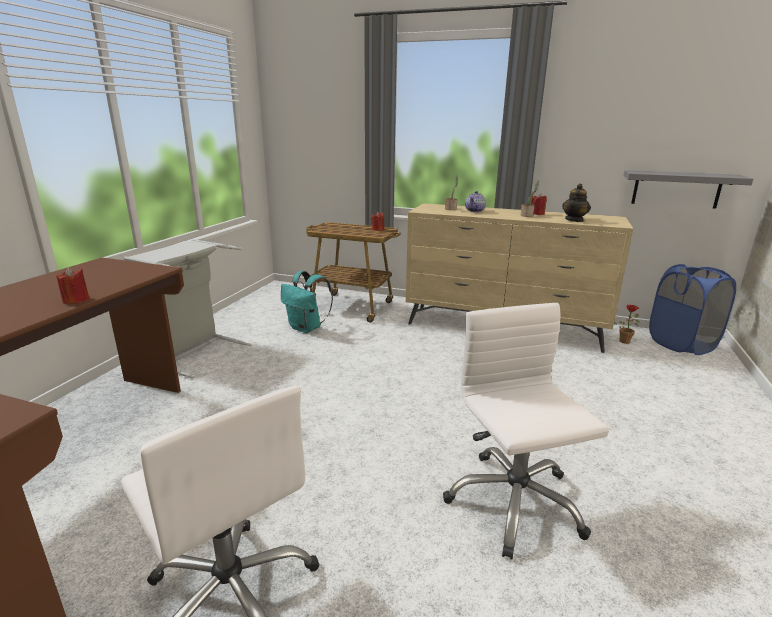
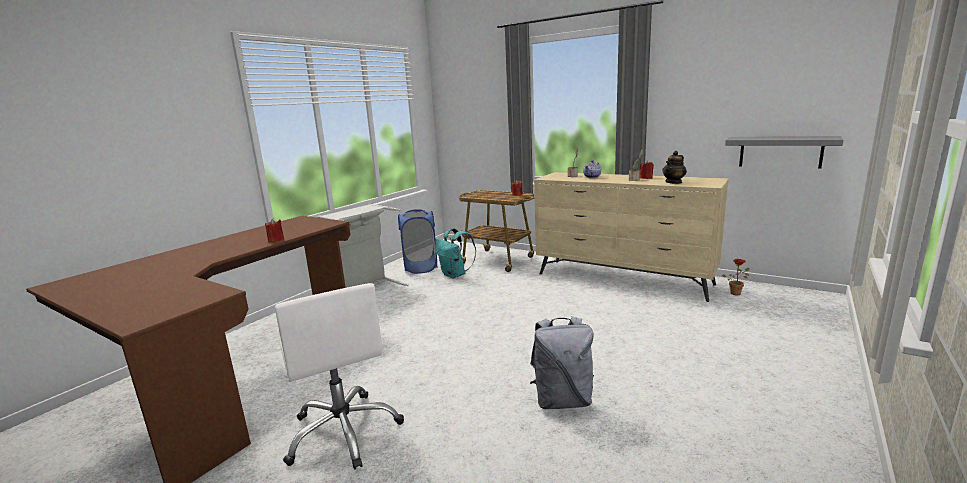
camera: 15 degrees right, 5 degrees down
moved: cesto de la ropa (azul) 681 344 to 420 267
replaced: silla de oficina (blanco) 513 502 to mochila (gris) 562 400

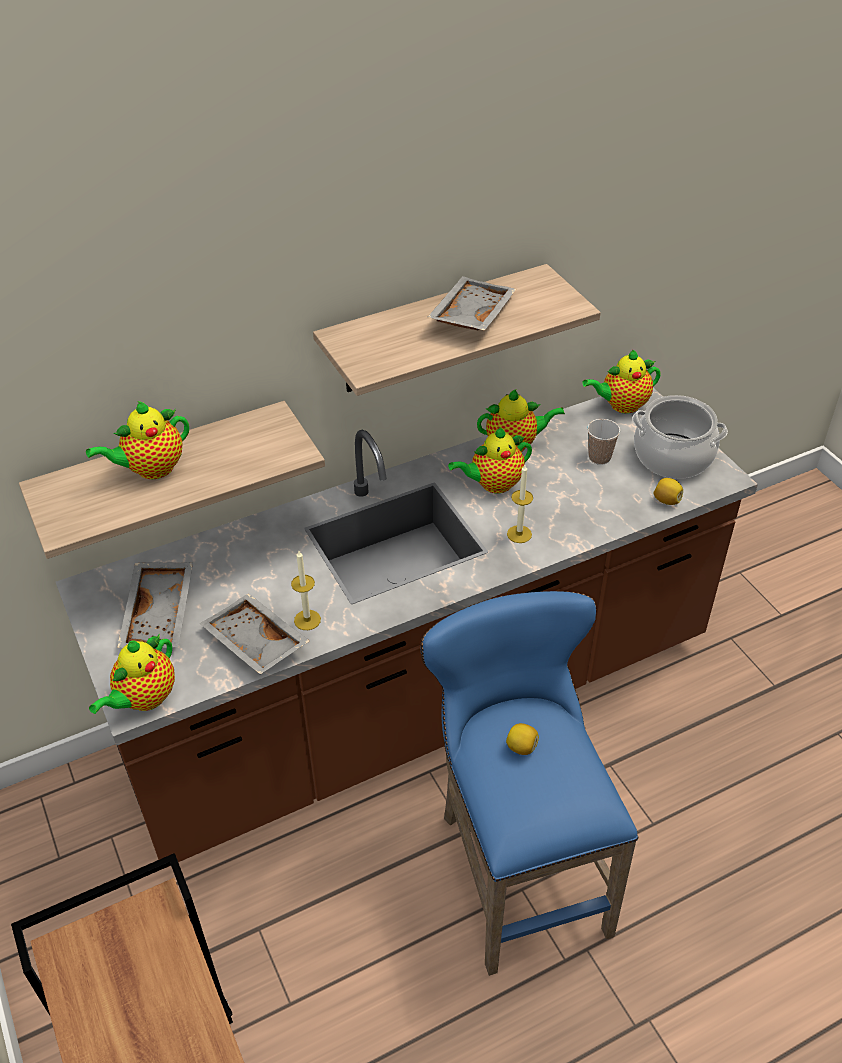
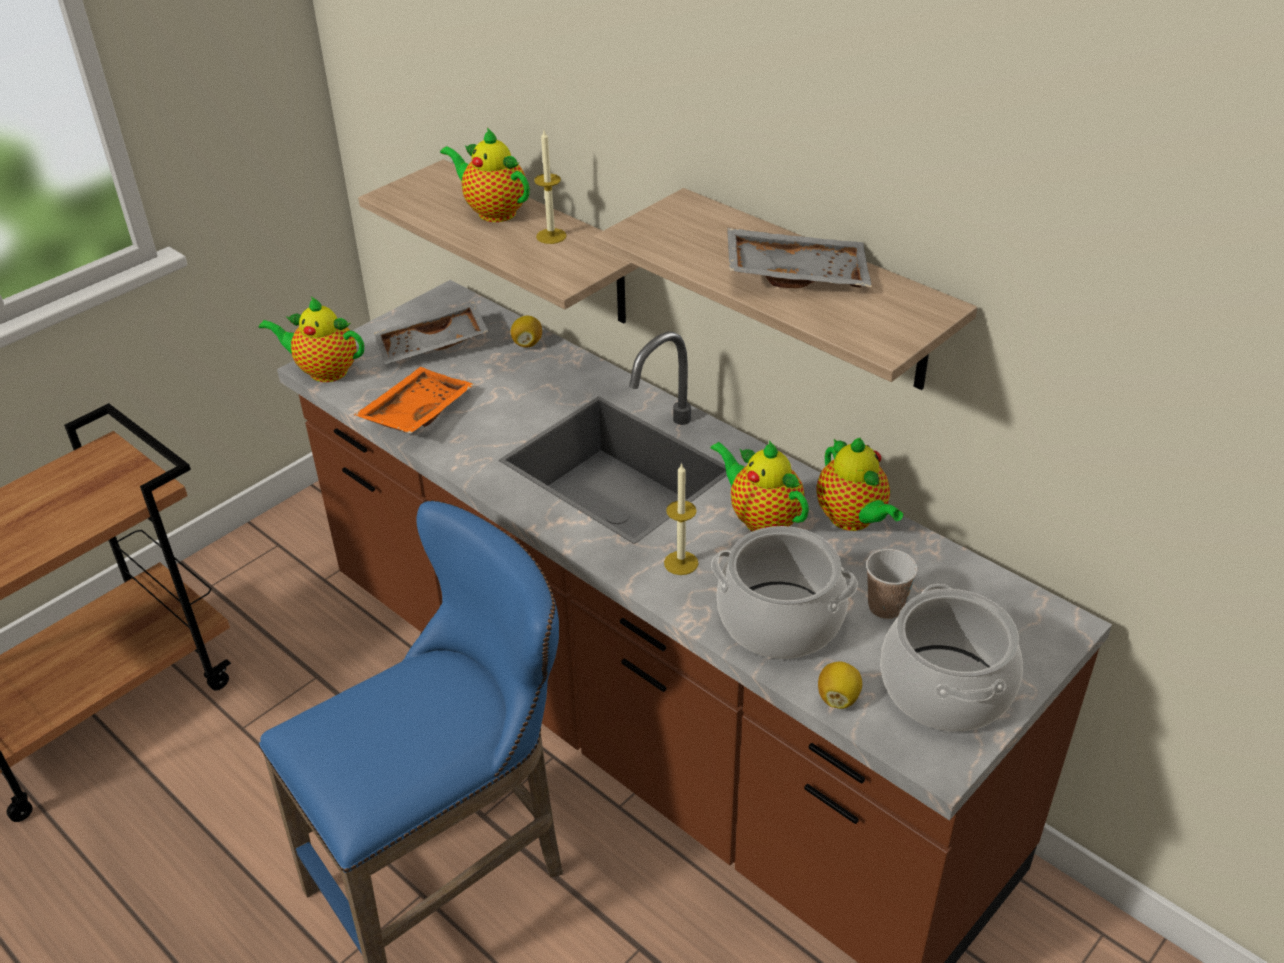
camera: 70 degrees right, 5 degrees down
removed: tetera 621 405
added: olla 779 621
moved: vela 307 620 to 551 236; limón 521 747 to 527 343
recoloured: bandeja (gris) 253 643 to bandeja (naranja) 415 412

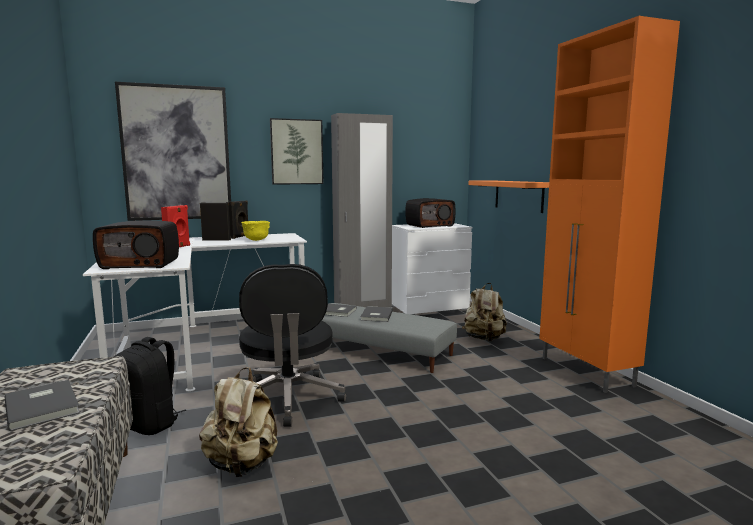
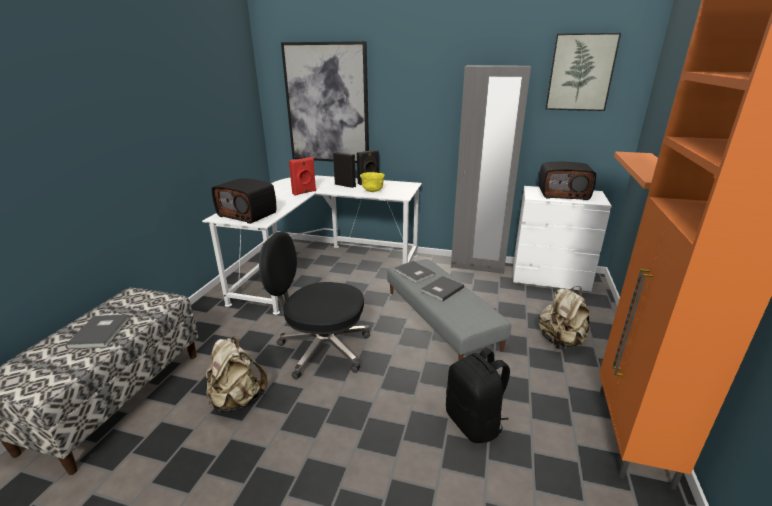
camera: 35 degrees right, 15 degrees up
moved: cuadro 296 152 to 580 72; mochila (negro) 148 424 to 474 423
turned: silla de oficina (negro) 288 399 = 322 349 75 degrees clockwise

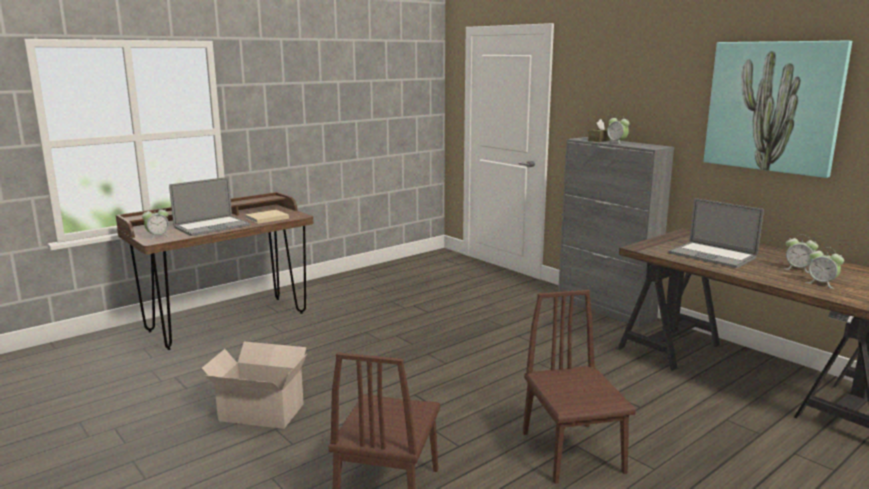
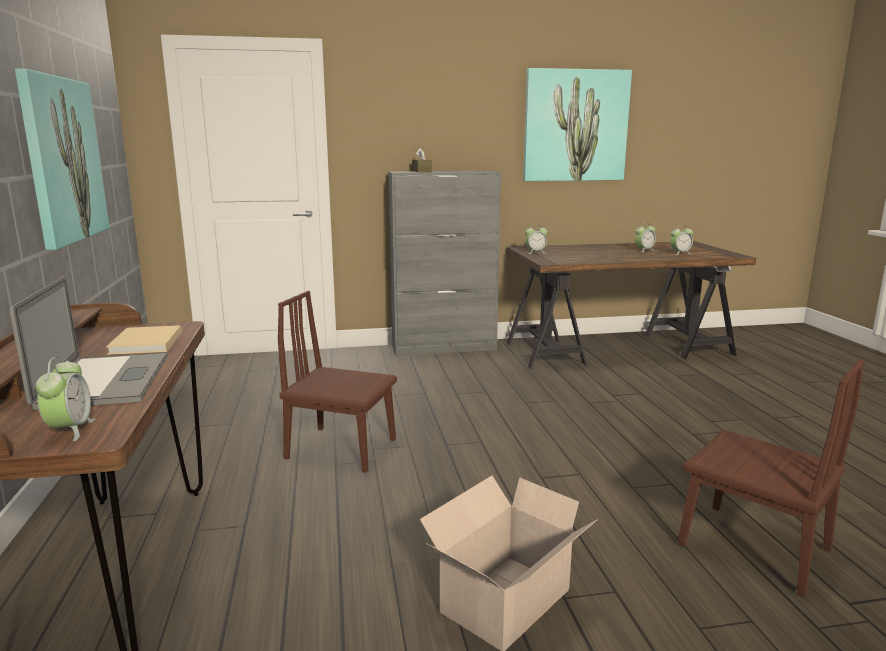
camera: 60 degrees left, 0 degrees up
removed: portátil 712 255
added: cuadro 62 160
moved: despertador 617 143 to 535 252; silla (marrón) 572 452 to 341 449

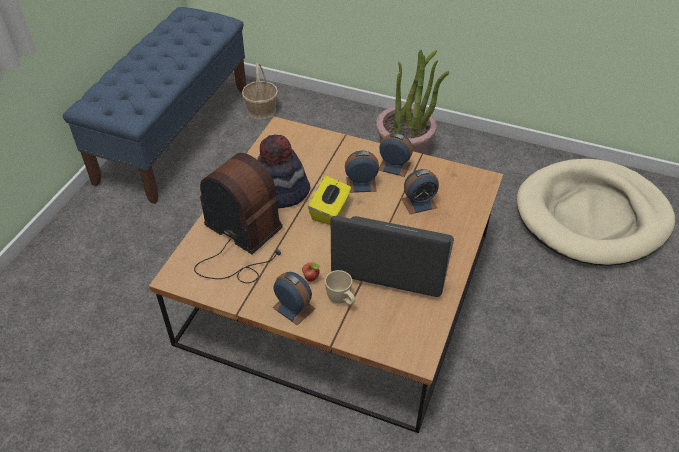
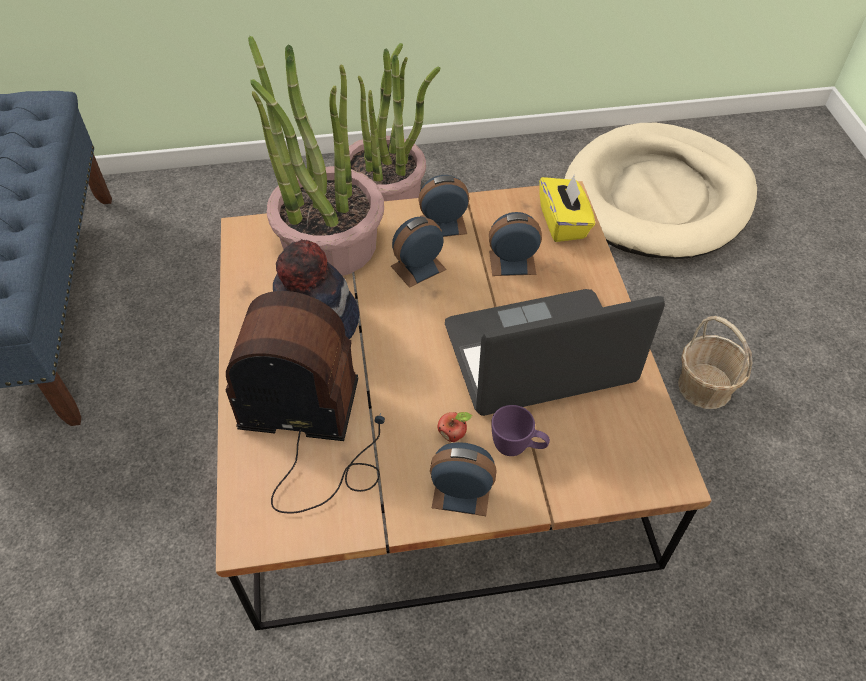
camera: 30 degrees left, 5 degrees up
added: planta en maceta 329 243
moved: cesta 261 110 to 705 387; caja de pañuelos (amarillo) 330 211 to 563 223
recoloured: taza grande (beis) 341 301 to taza grande (morado) 517 448
turned: despertador 419 203 = 512 262 135 degrees counterclockwise

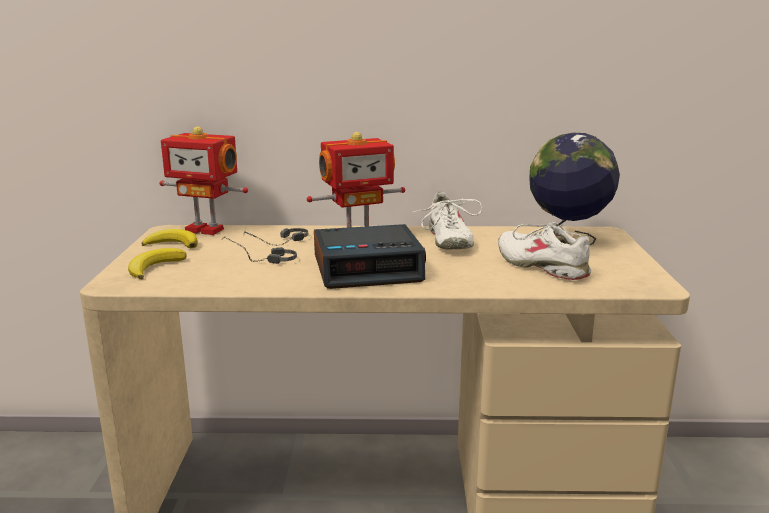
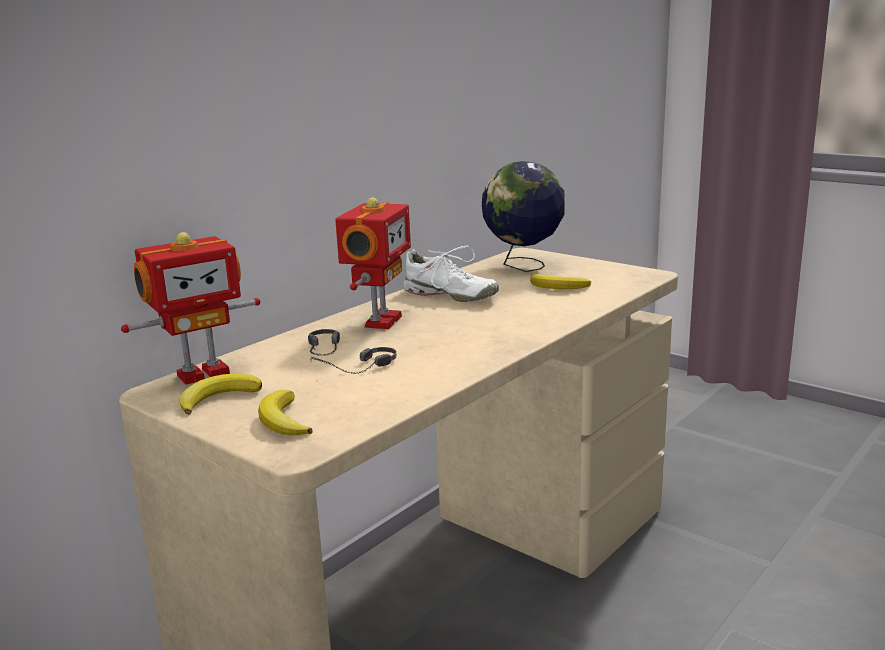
camera: 50 degrees left, 0 degrees up
removed: despertador 368 268
replaced: zapato (blanco) 542 265 to plátano 561 287

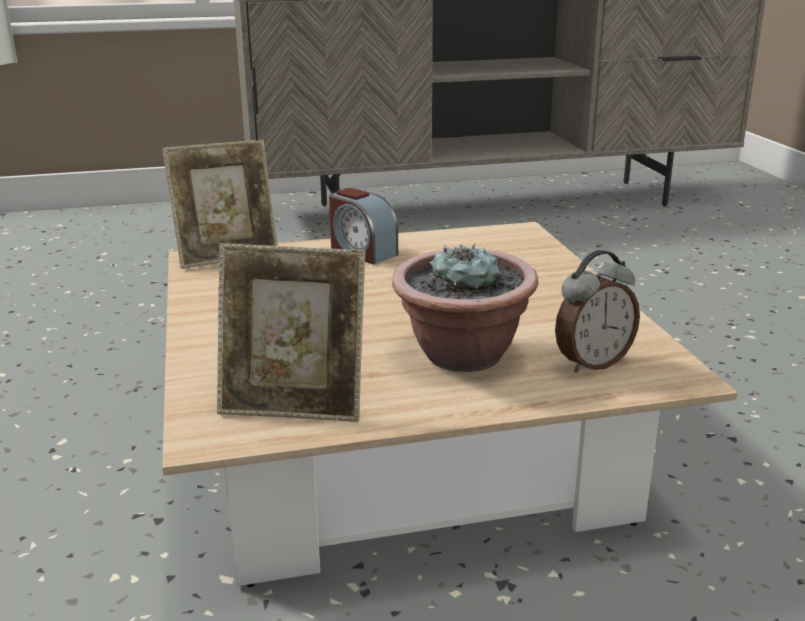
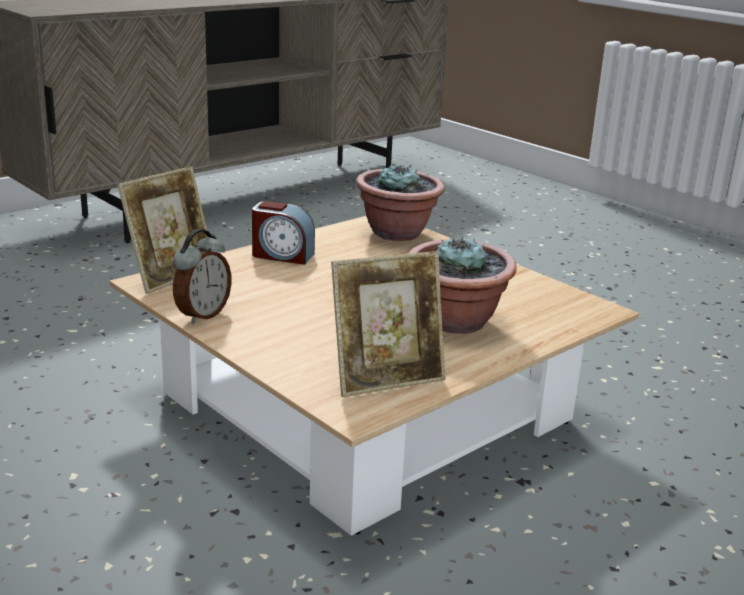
camera: 30 degrees left, 0 degrees up
added: planta en maceta 397 233
moved: despertador 592 363 to 202 315

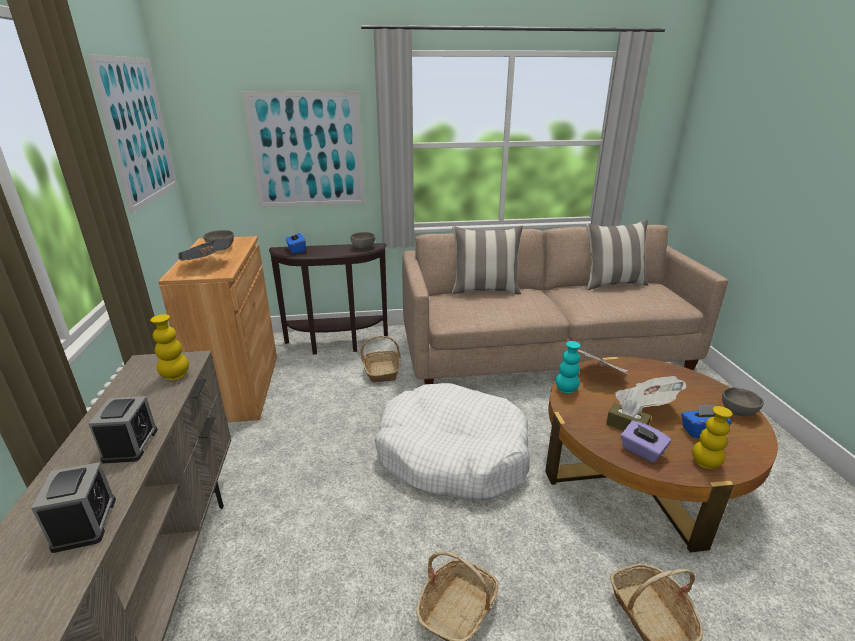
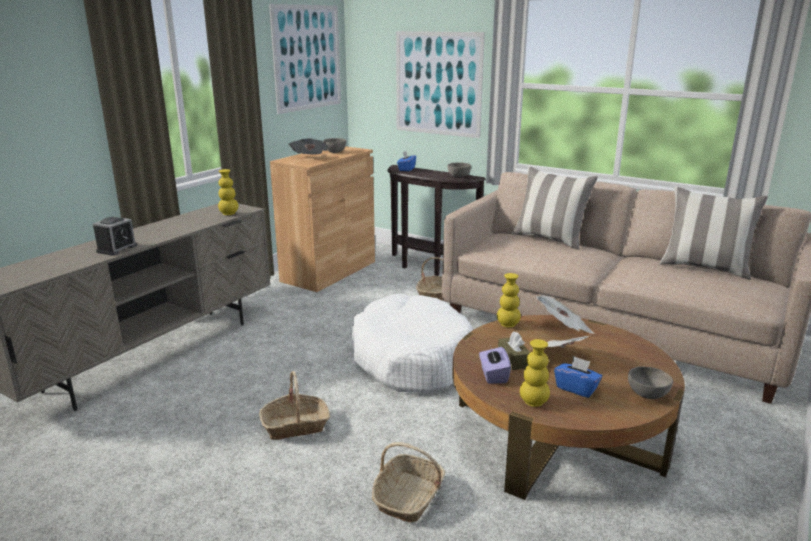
camera: 40 degrees right, 5 degrees down
removed: despertador 130 445
recoloured: florero (turquesa) 566 389 to florero (amarillo) 508 324

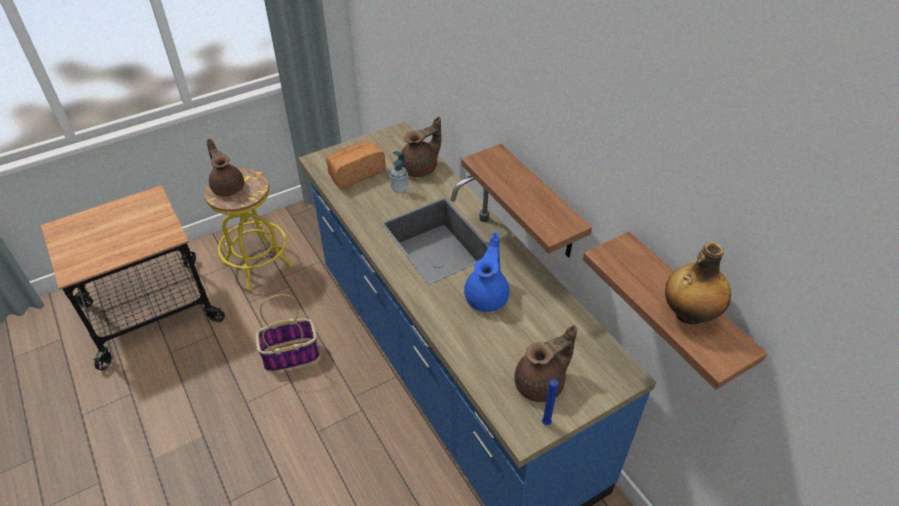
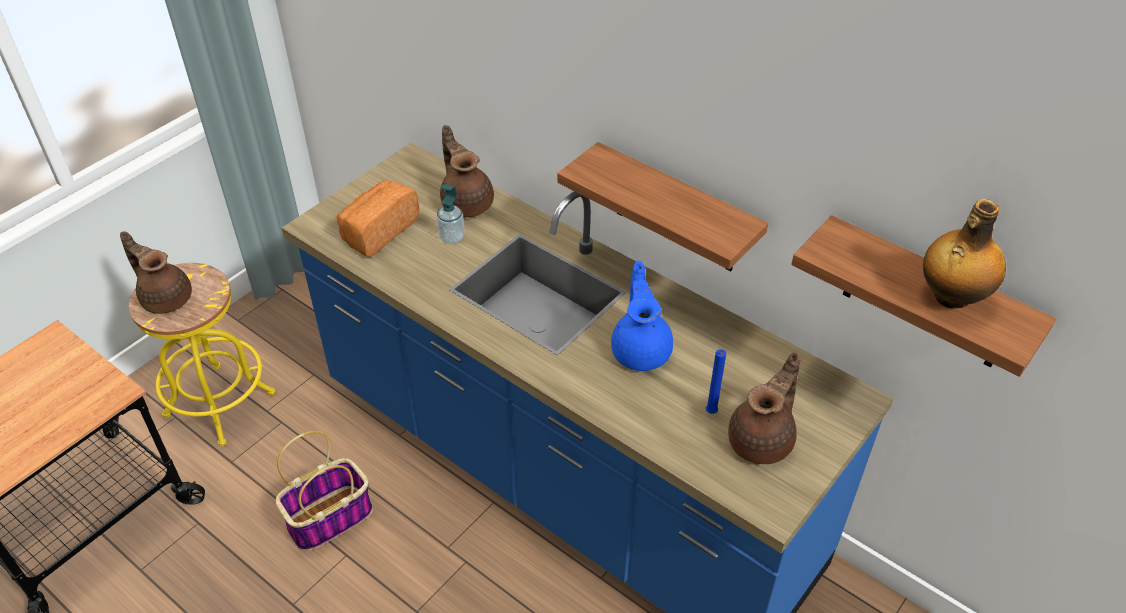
camera: 20 degrees left, 0 degrees up
moved: vela (azul) 545 424 to 710 414
turned: tetera (marrón) 421 168 = 467 202 60 degrees counterclockwise

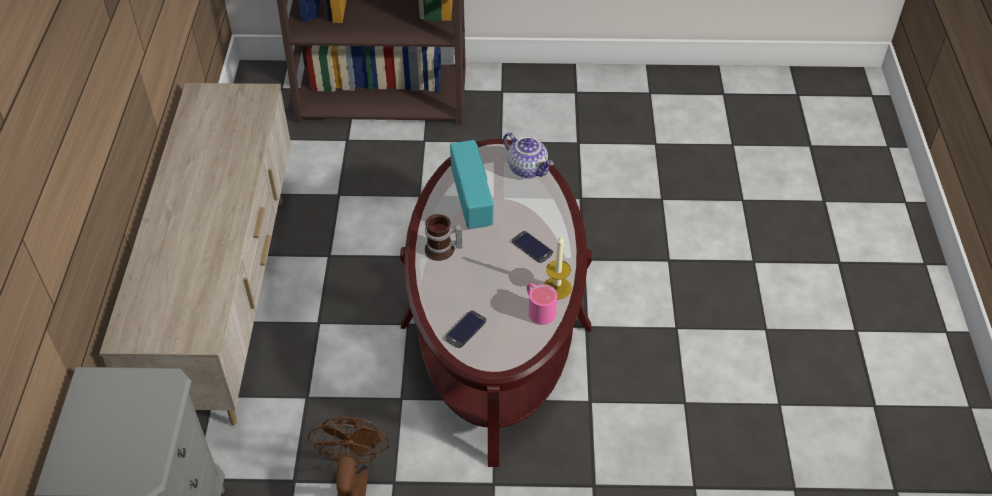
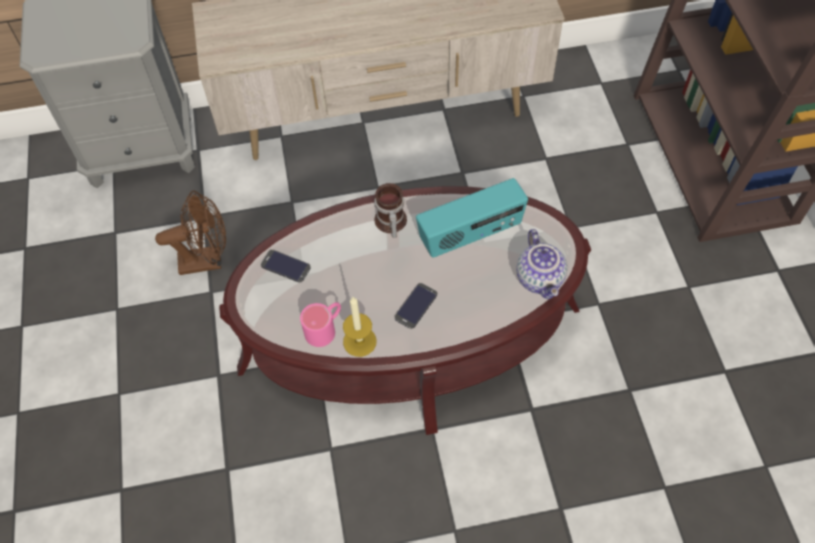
camera: 80 degrees right, 10 degrees up
turned: tetera 528 168 = 541 279 45 degrees counterclockwise

